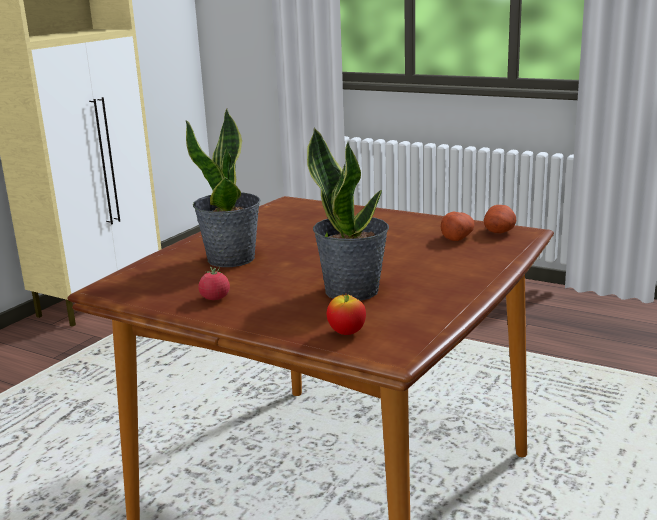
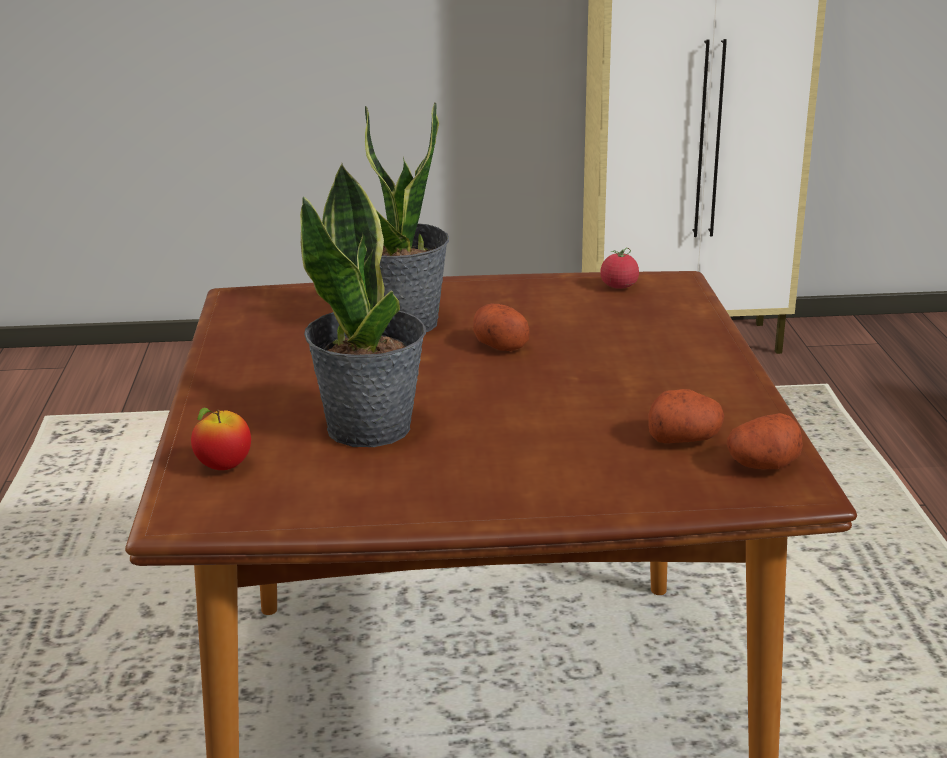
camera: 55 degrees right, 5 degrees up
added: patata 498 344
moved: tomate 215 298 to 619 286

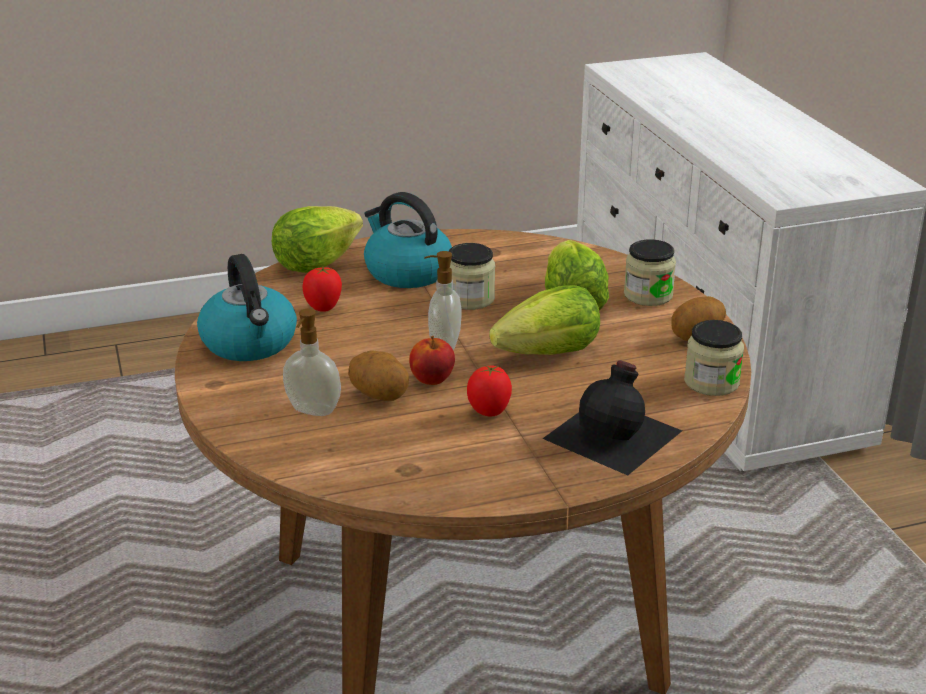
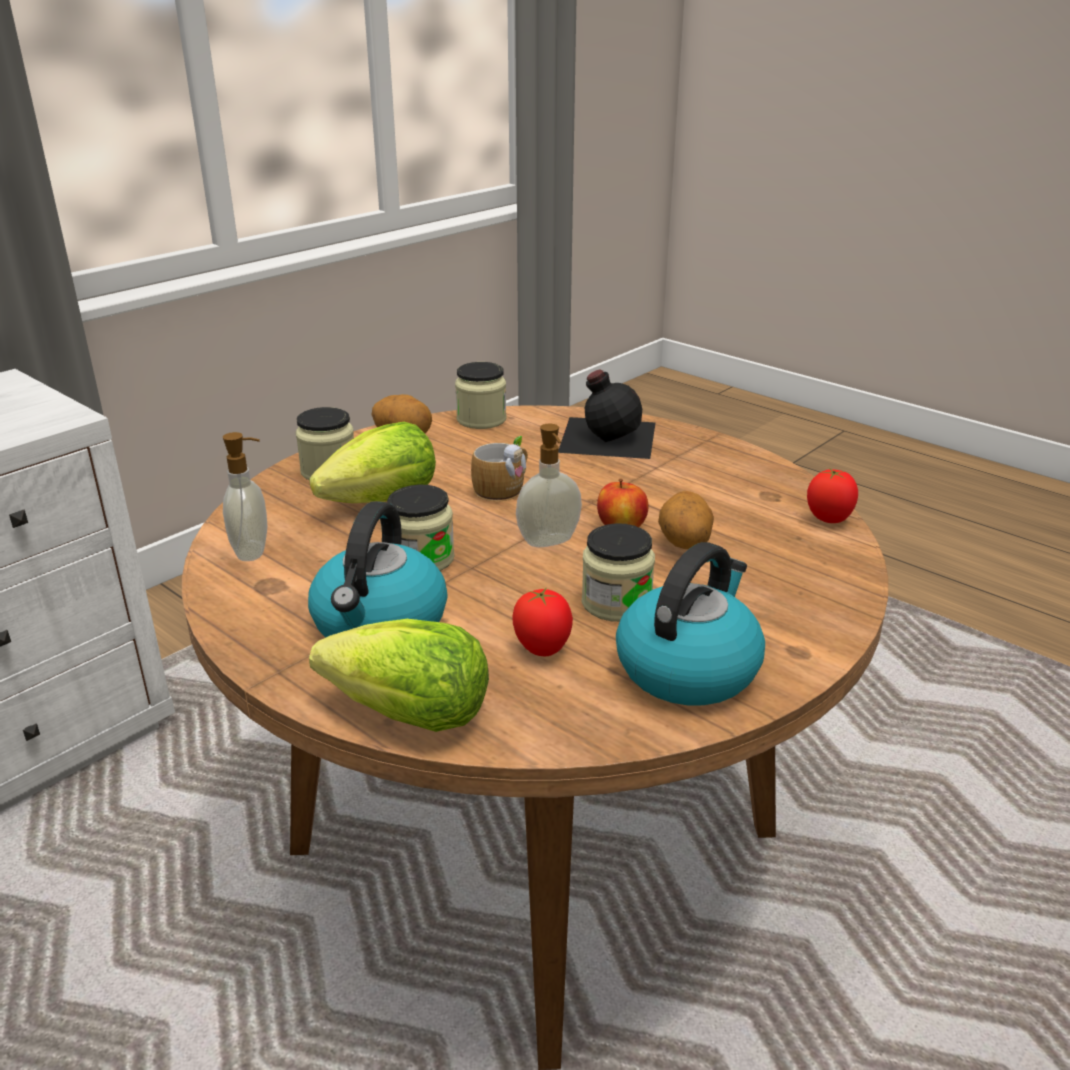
camera: 120 degrees left, 0 degrees up
added: tarro 616 603
moved: dispensador de jabón 312 411 to 253 551; tomate 489 412 to 828 520
replaced: lechuga 549 354 to taza grande 504 488

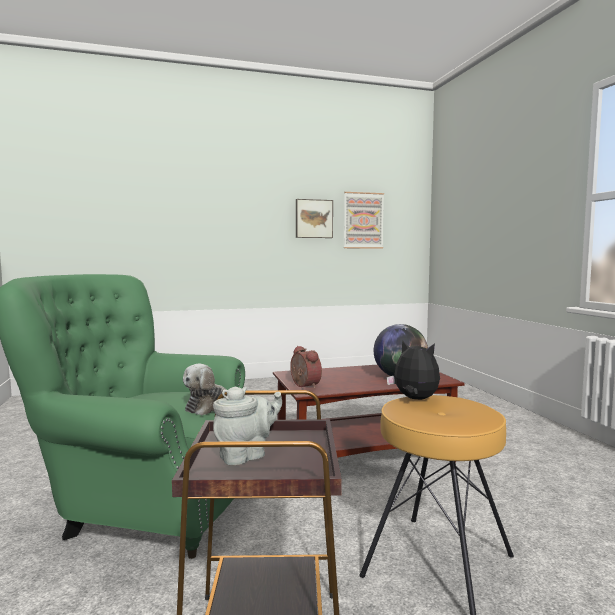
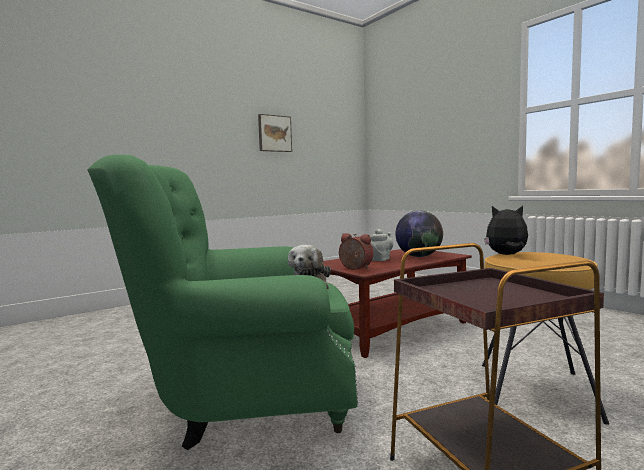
camera: 20 degrees left, 0 degrees up
removed: cuadro 363 220
moved: tetera (gris) 246 455 to 381 259

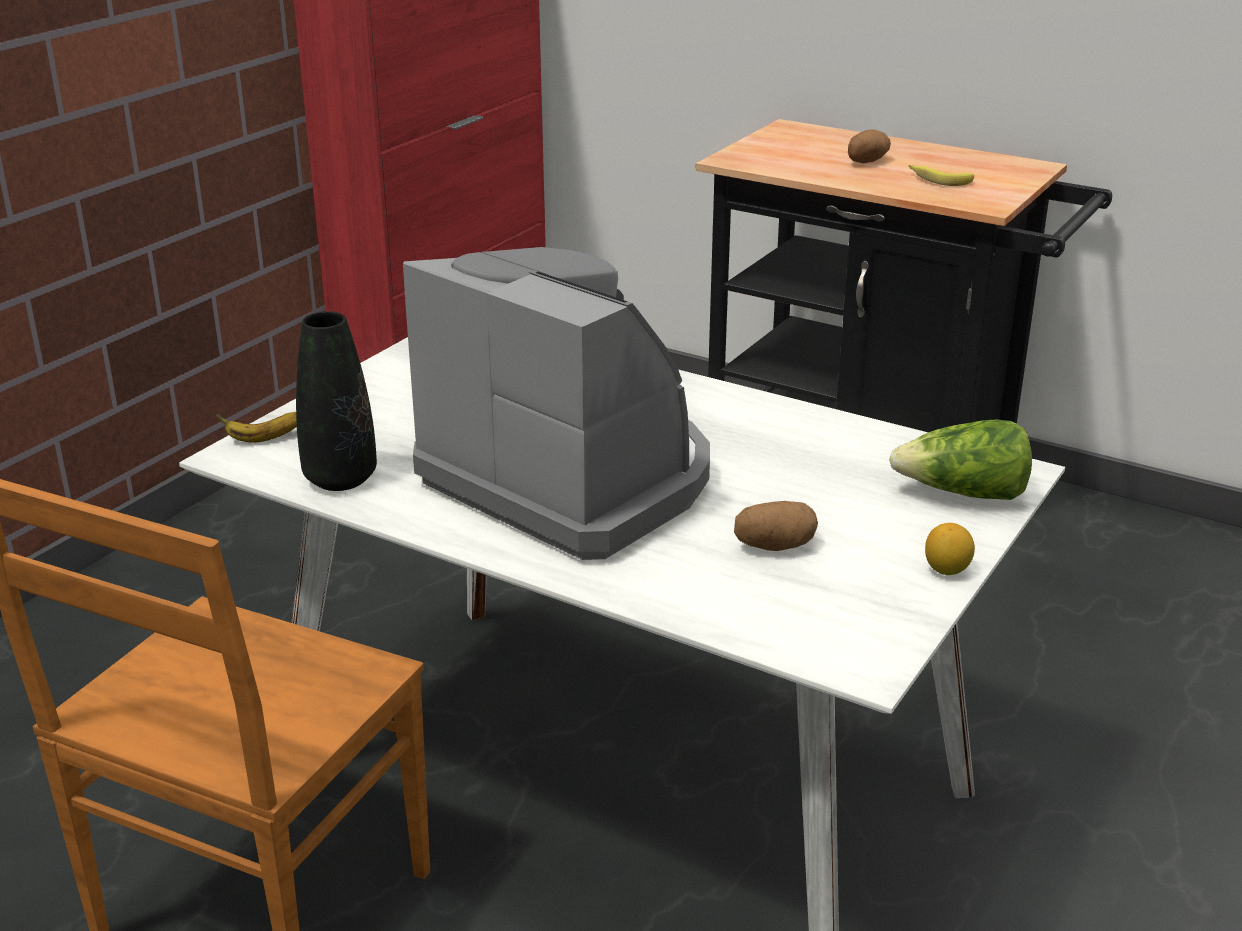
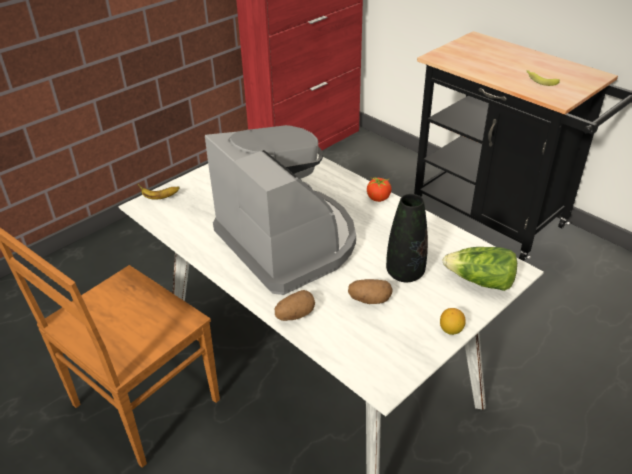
camera: 15 degrees right, 10 degrees up
added: tomate 378 198
moved: patata 866 161 to 295 315; florero (negro) 340 479 to 405 273

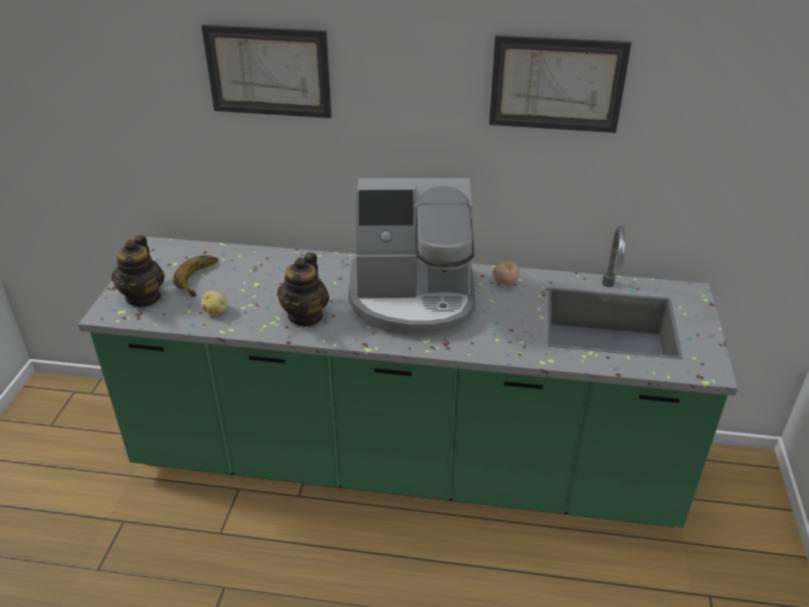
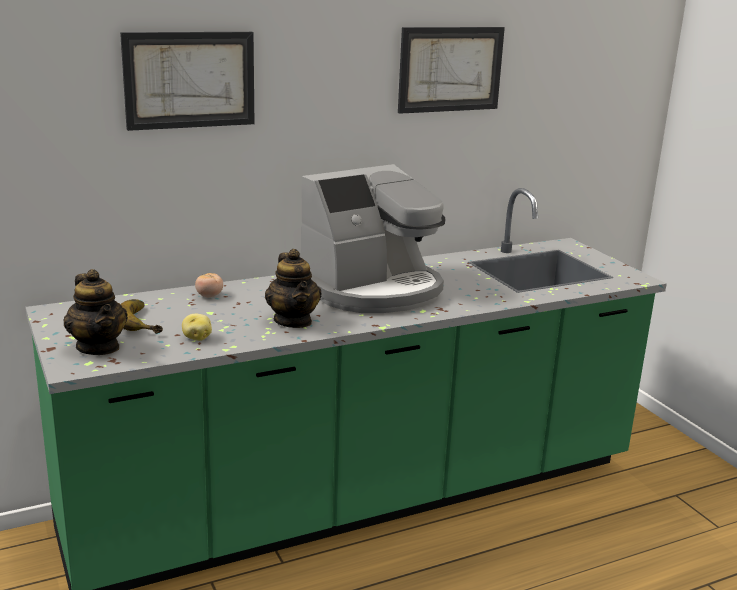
camera: 35 degrees left, 15 degrees down
moved: tomate 505 282 to 209 296

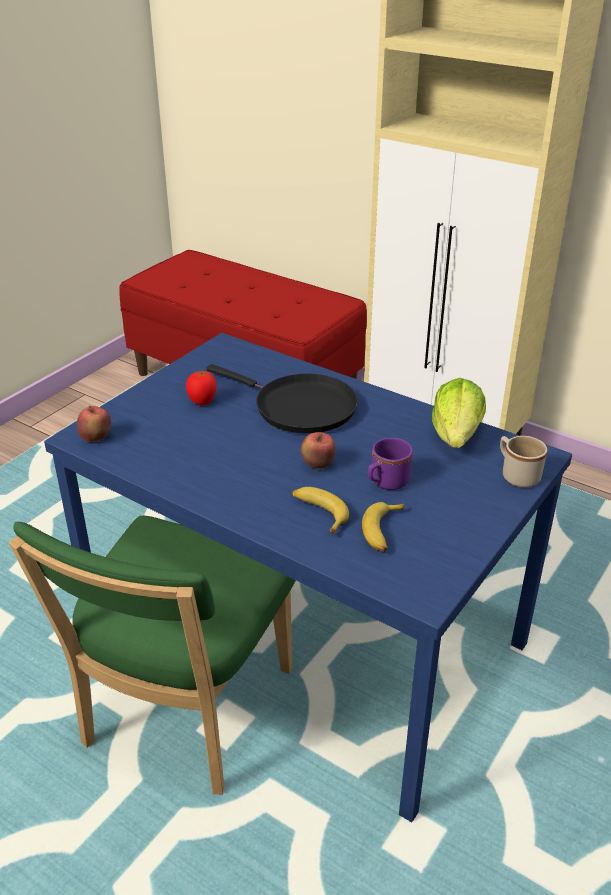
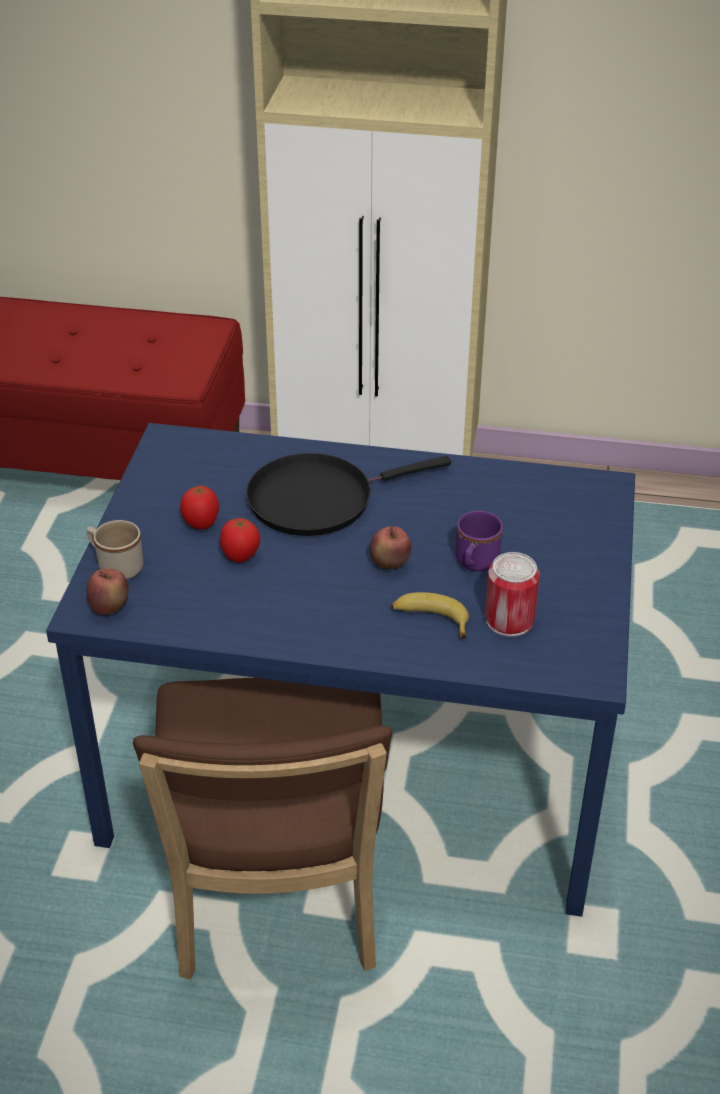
camera: 25 degrees left, 5 degrees up
removed: lechuga 456 435
added: tomate 240 557
moved: taza grande (beis) 516 475 to 115 566
replaced: plátano 383 532 to lata 509 620
recoloured: silla (verde) 183 714 to silla (marrón) 275 900
turned: sartén (negro) 299 407 = 318 499 150 degrees clockwise

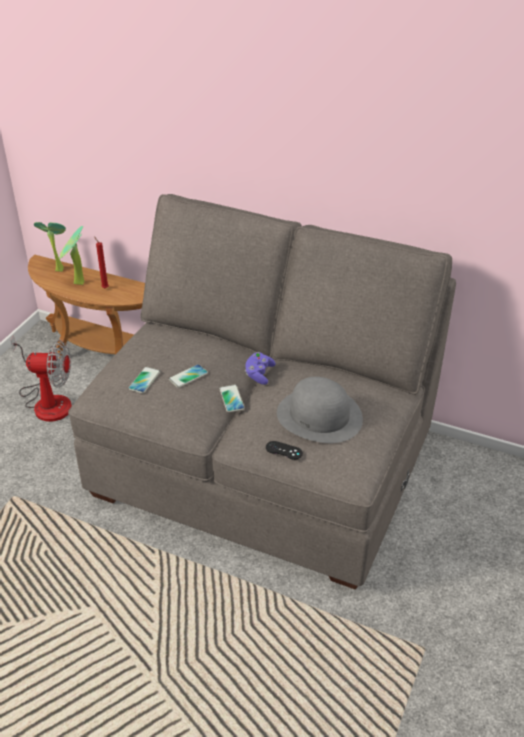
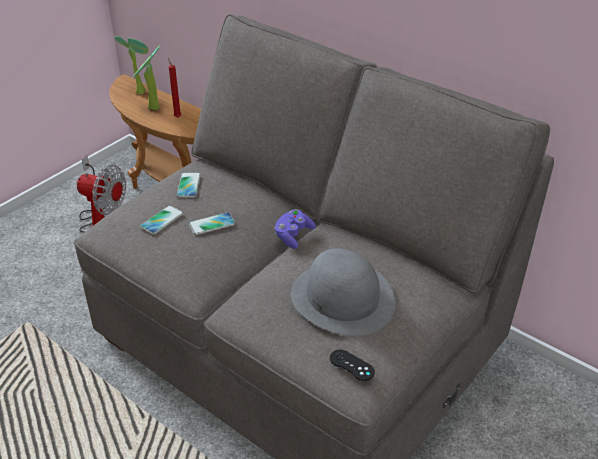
camera: 15 degrees right, 0 degrees up
moved: móvil 231 399 to 188 185; mando de consola (negro) 284 450 to 351 365

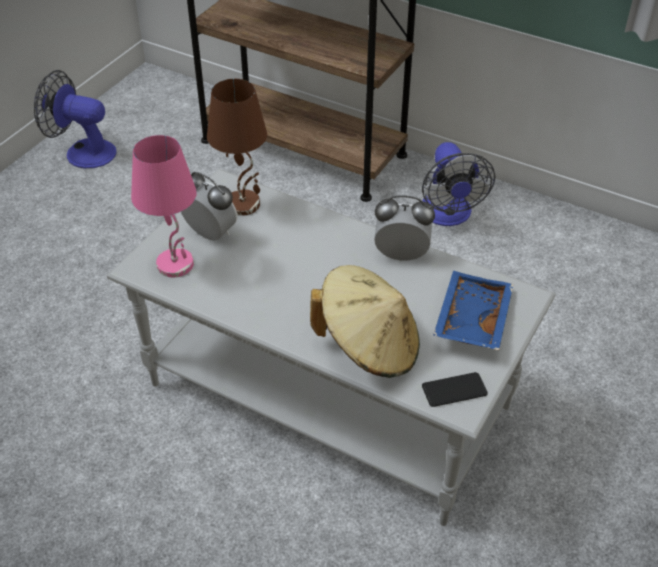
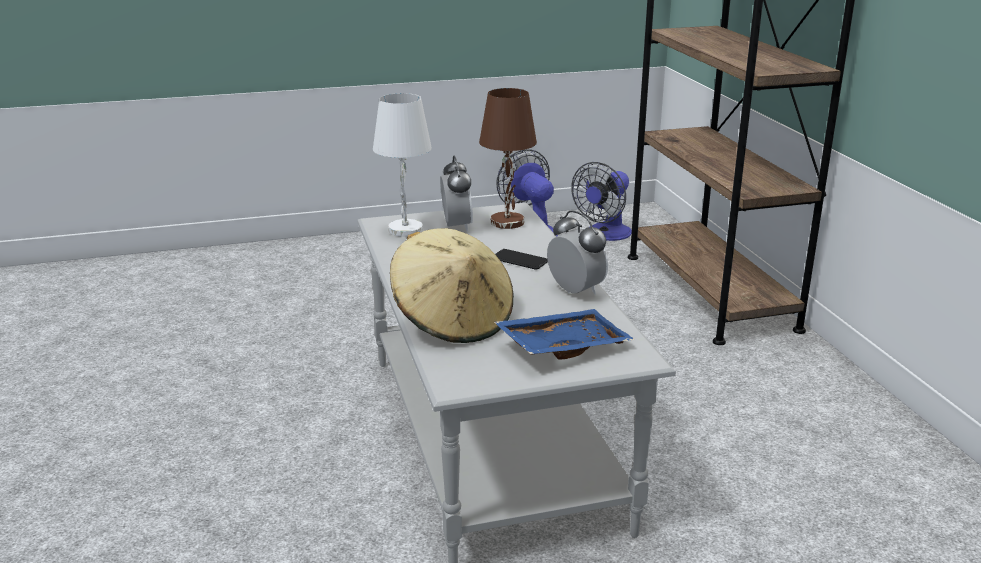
camera: 45 degrees right, 20 degrees down
moved: ventilador 448 215 to 605 235; móvil 454 390 to 519 260
recoloured: lámpara de mesa (rosa) 176 264 to lámpara de mesa (blanco) 406 230

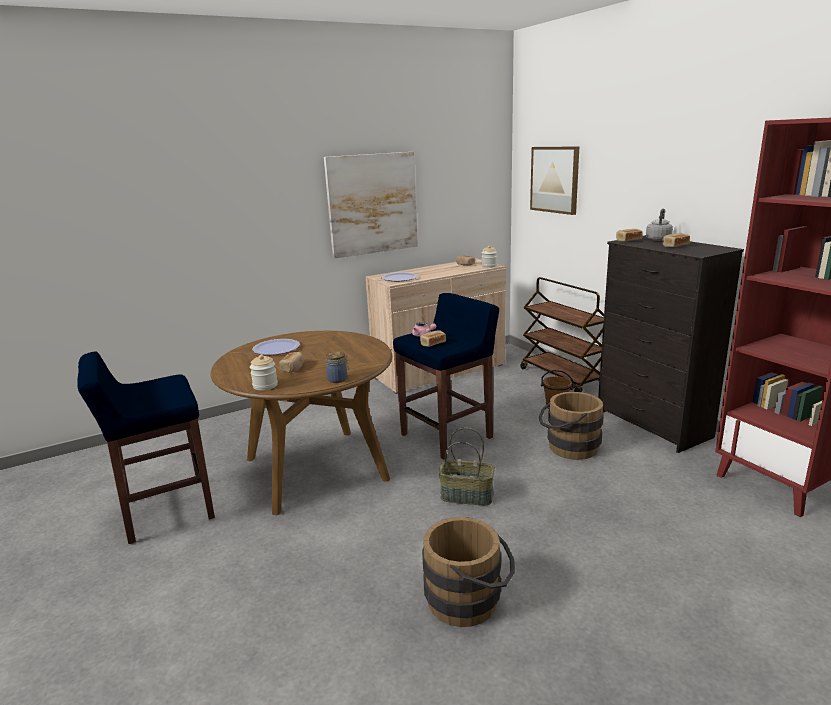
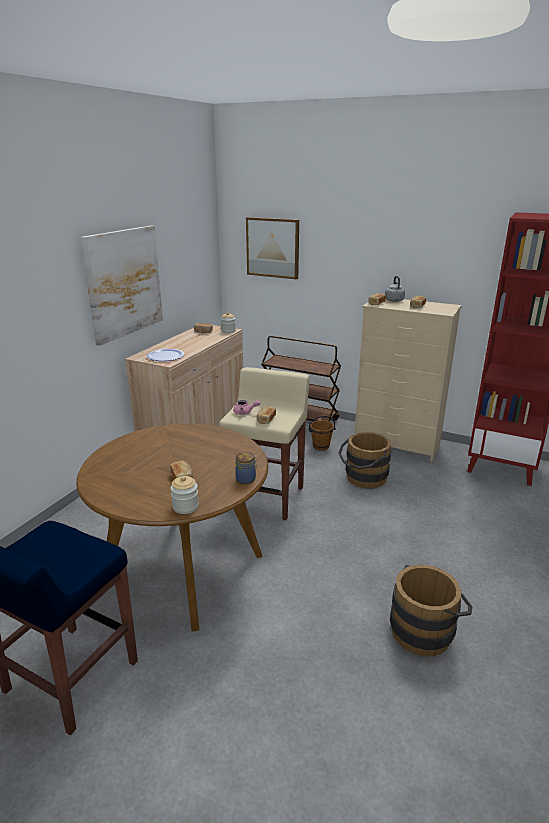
camera: 35 degrees left, 5 degrees up
removed: plato 276 348; cesta 467 495
recoloured: cómoda (negro) 653 425 to cómoda (beis) 397 444; taburete (azul) 448 436 to taburete (beis) 266 497

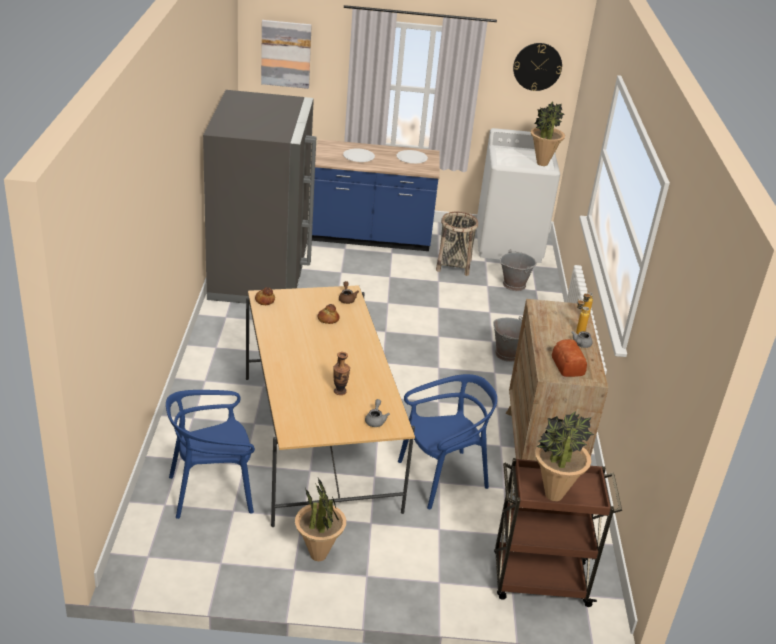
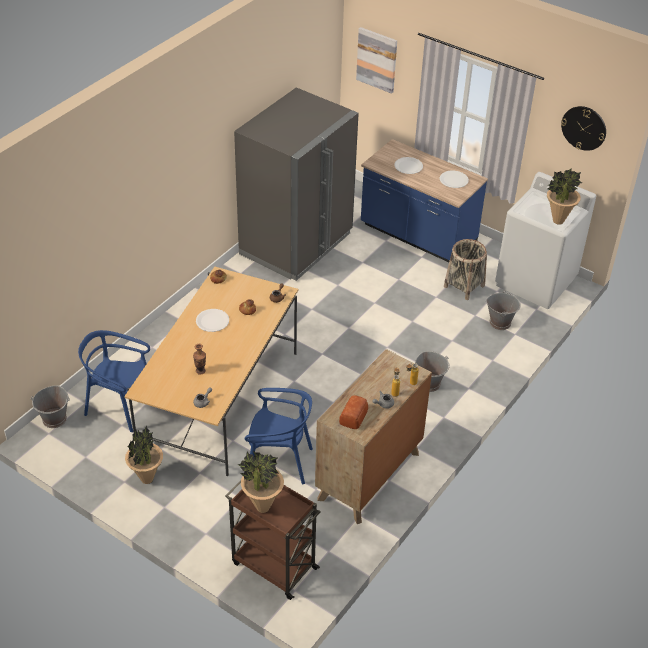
camera: 35 degrees right, 10 degrees up
added: plato (blanco) 212 321; cubo (gris) 55 419

